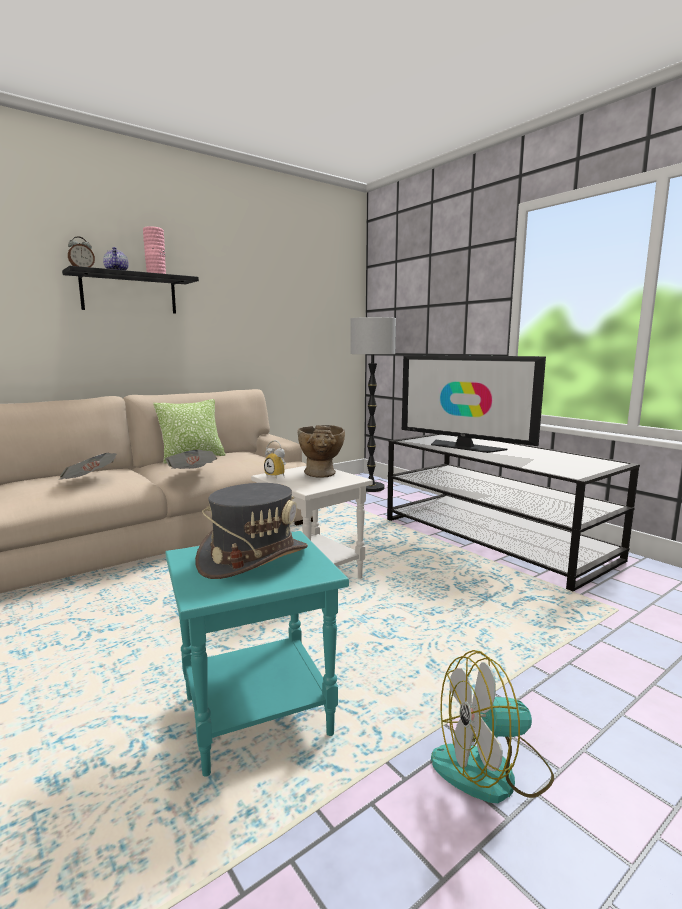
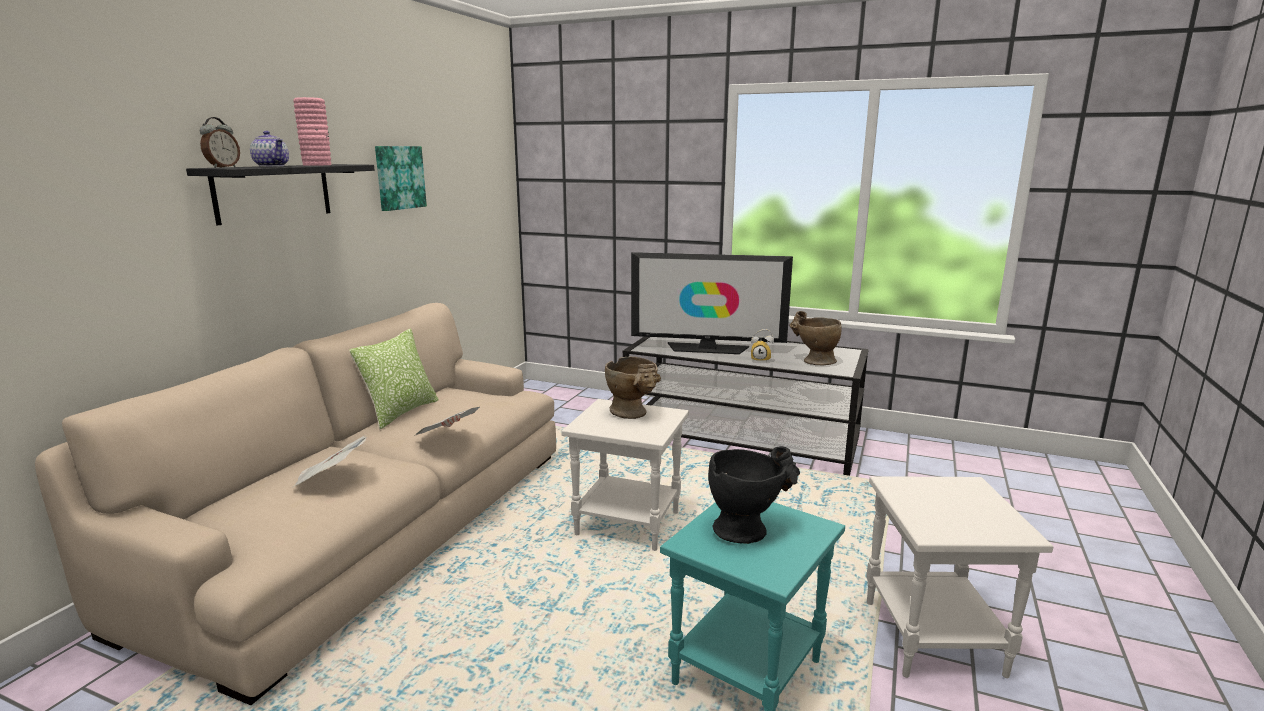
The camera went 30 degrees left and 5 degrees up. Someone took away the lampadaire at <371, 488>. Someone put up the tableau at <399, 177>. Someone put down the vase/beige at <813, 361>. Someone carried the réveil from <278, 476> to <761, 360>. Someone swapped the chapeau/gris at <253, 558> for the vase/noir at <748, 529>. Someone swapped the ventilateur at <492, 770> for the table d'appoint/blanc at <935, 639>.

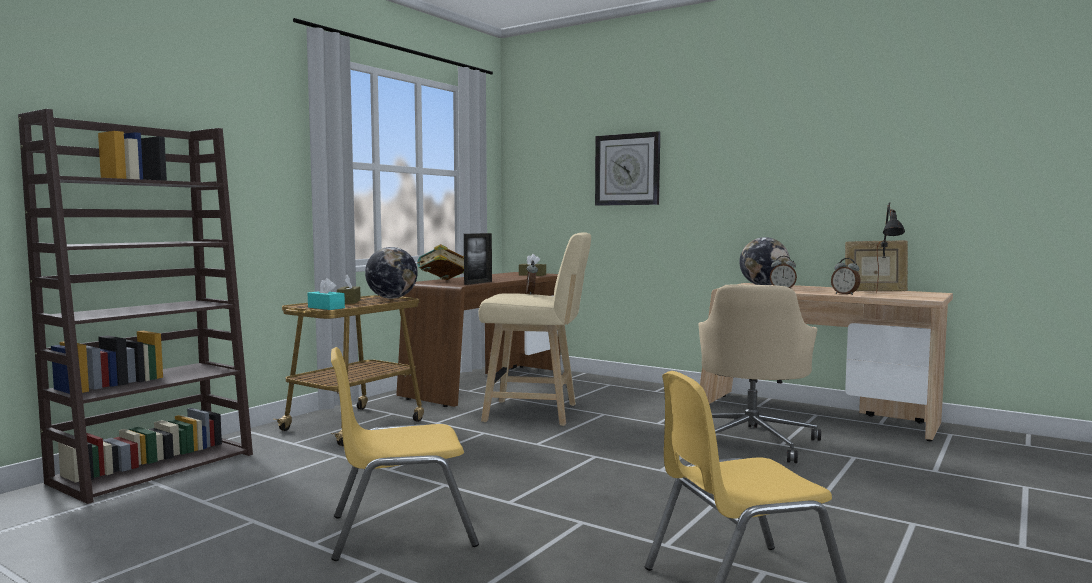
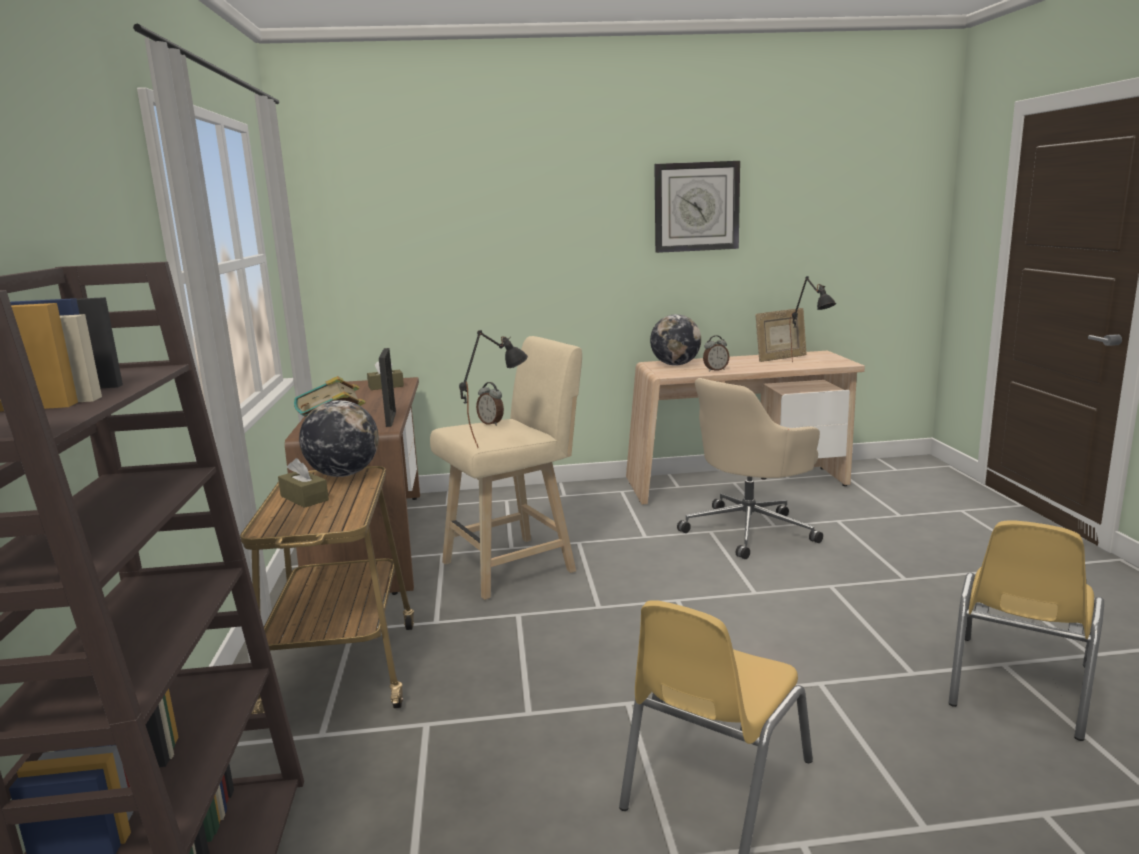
The camera went 40 degrees left and 10 degrees up. Someone took away the boîte à mouchoirs/turquoise at <326, 307>. Someone took away the réveil at <845, 294>. Someone put down the lampe de table/noir at <498, 441>. Someone carried the horloge murale from <627, 169> to <696, 207>. Someone rotated the chaise de bureau/beige at <752, 441> by 75 degrees clockwise.

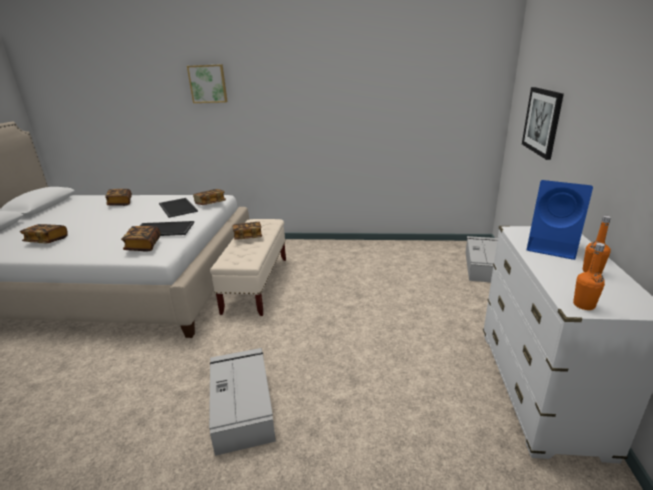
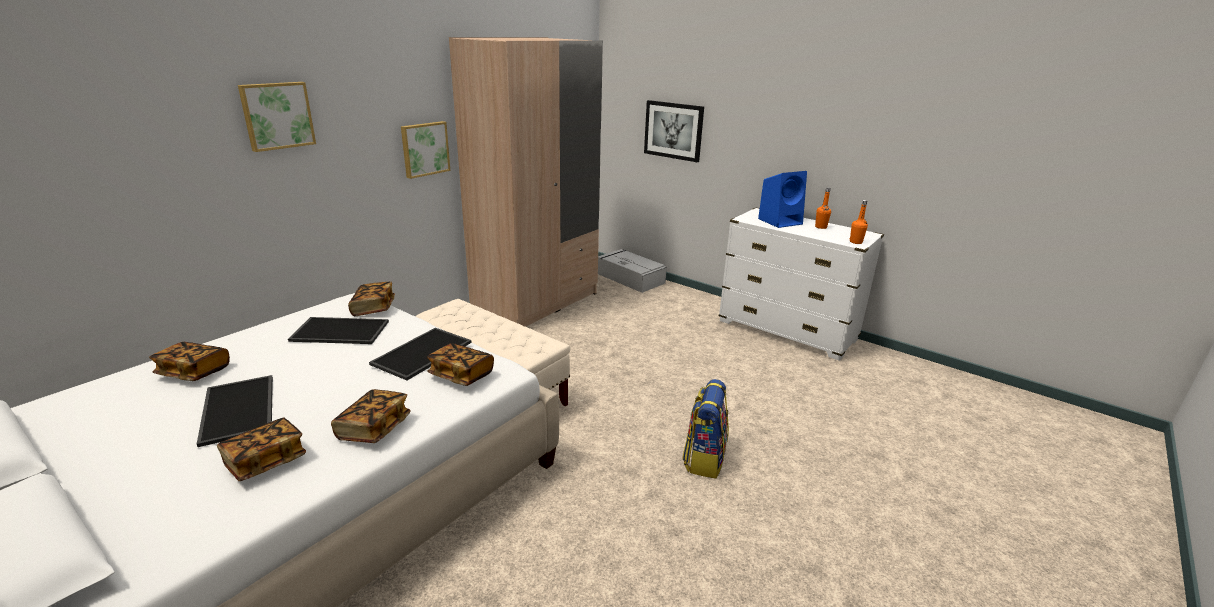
The camera went 60 degrees left and 0 degrees up. Someone put down the plateau at <240, 409>. Someone put up the tableau at <424, 149>. Someone put down the armoire/beige at <536, 303>. Someone carried the livre from <248, 237> to <374, 428>. Someone swapped the boîte de rangement/gris at <242, 406> for the sac à dos at <704, 458>.

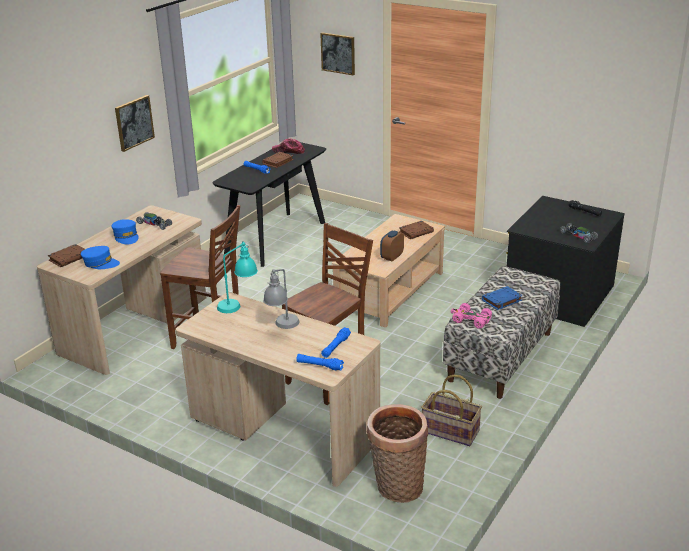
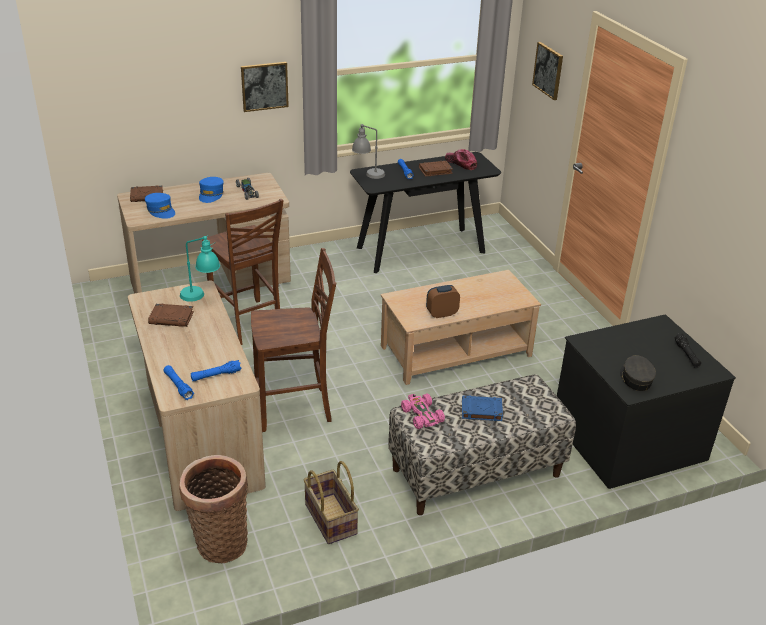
The camera went 35 degrees right and 5 degrees up. Someone carried the lampe de table/gris from <283, 328> to <368, 176>. Someone carried the livre/marron from <416, 232> to <172, 318>. Someone swapped the petite voiture at <578, 236> for the casquette/gris at <635, 378>.

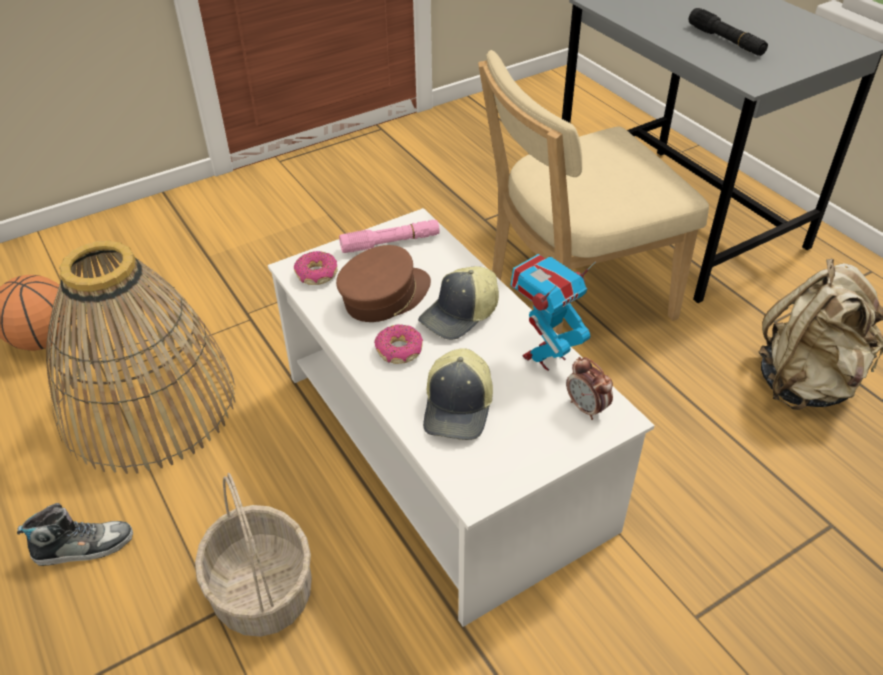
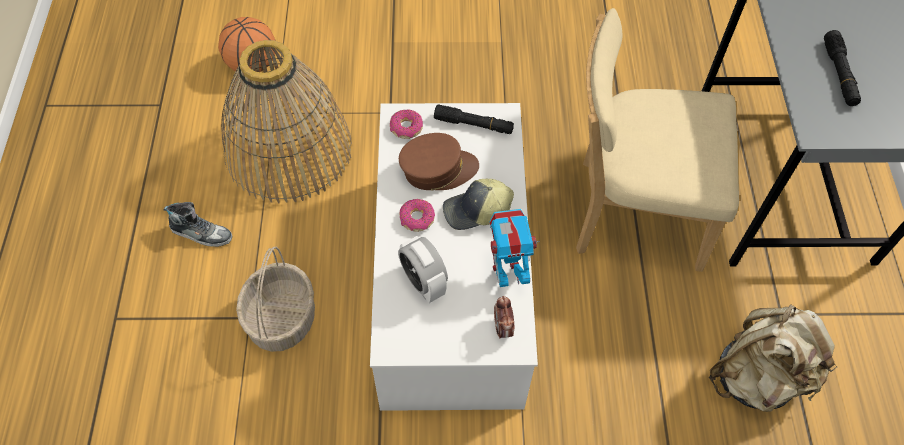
The camera went 30 degrees right and 15 degrees up. Someone swapped the casquette at <459, 407> for the réveil at <423, 282>. Someone repainted the lampe de poche/rose at <390, 243>, which became the lampe de poche/noir at <473, 125>.

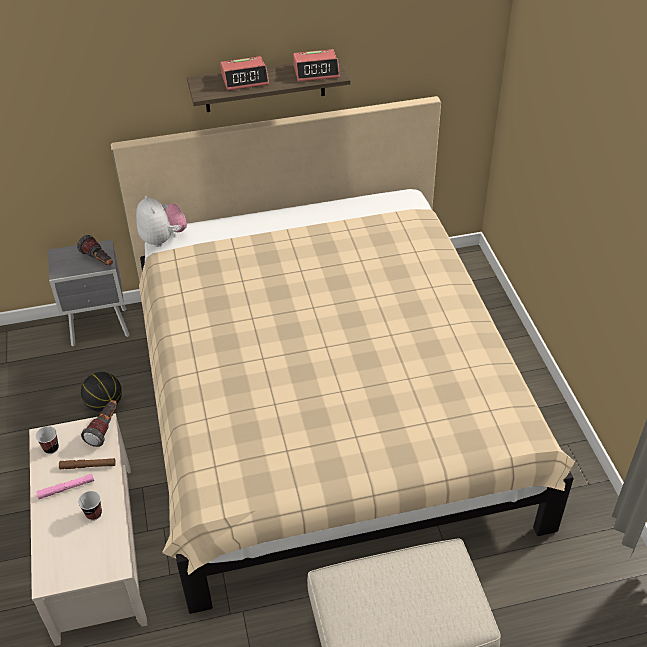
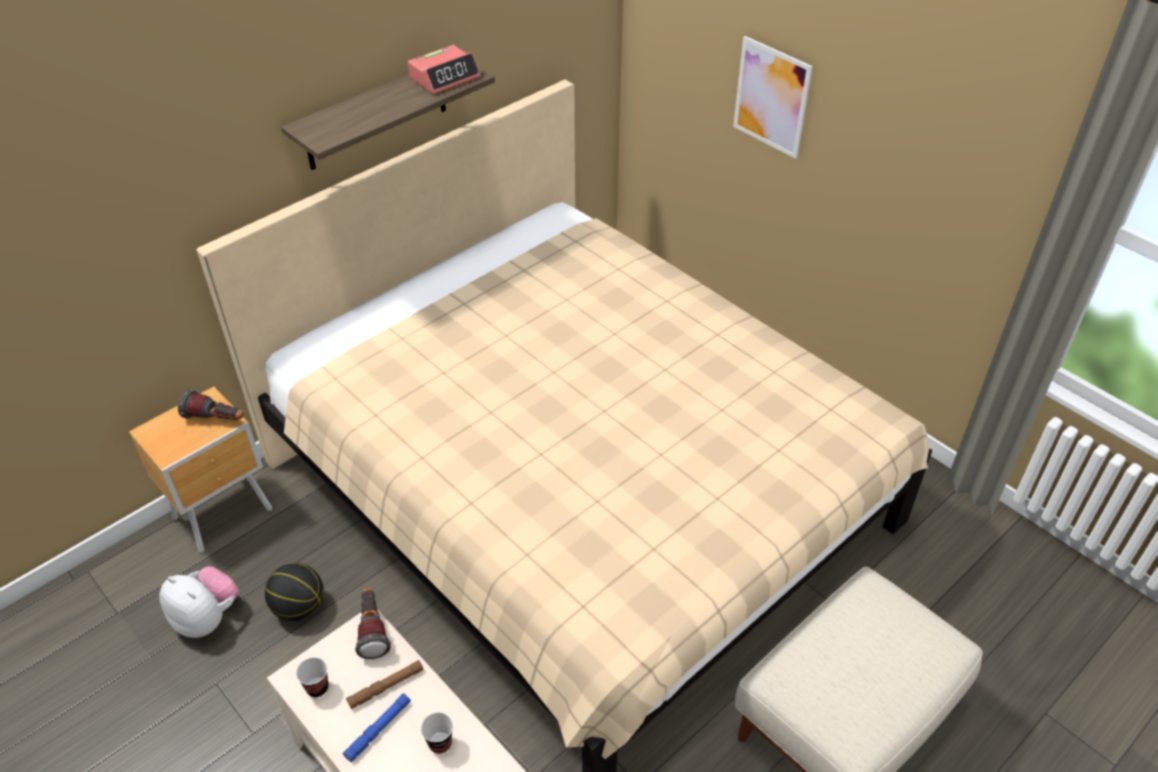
The camera went 30 degrees left and 0 degrees up. Someone took away the réveil at <245, 79>. Someone put up the tableau at <771, 97>. Someone carried the peluche from <163, 239> to <207, 618>. Someone repainted the lampe de poche/rose at <66, 488>, which became the lampe de poche/bleu at <378, 729>. Someone repainted the table de chevet/gris at <101, 328>, which became the table de chevet/marron at <225, 514>.

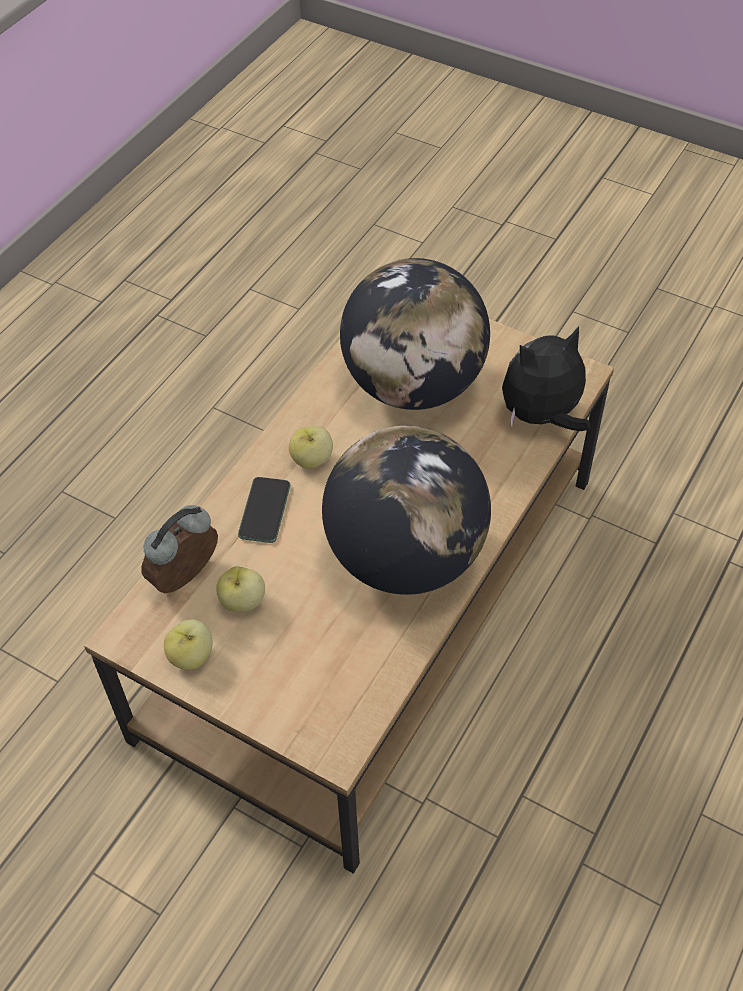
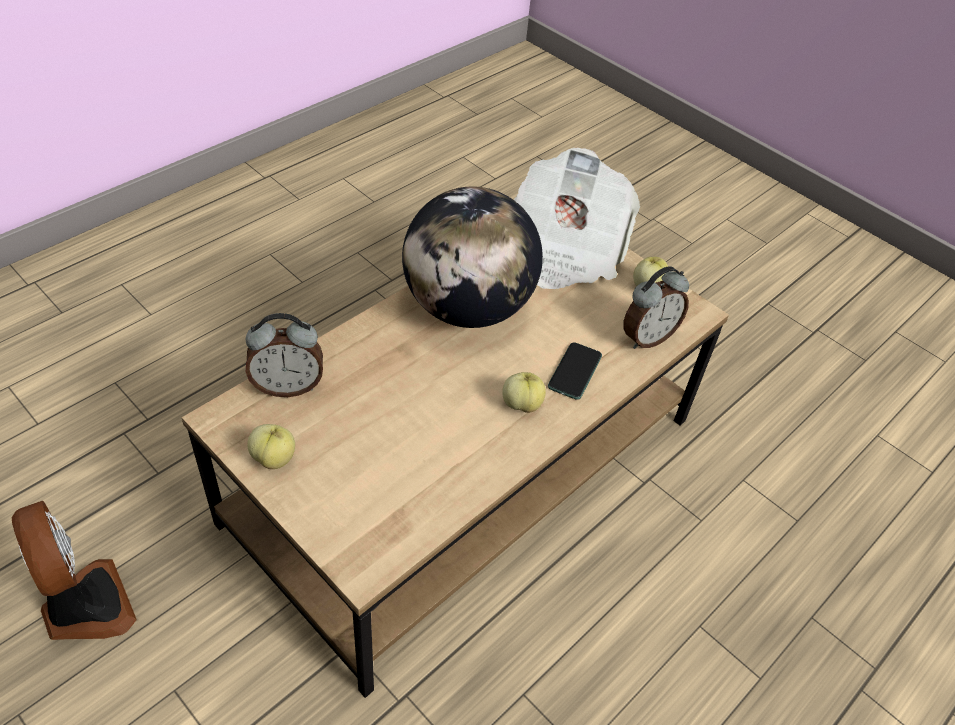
The camera went 170 degrees left and 5 degrees down. Someone took away the globe at <413, 385>. Someone put down the ventilateur at <85, 607>. Someone put down the journal at <567, 249>. Someone carried the pomme from <242, 602> to <274, 458>. Someone swapped the peluche at <542, 417> for the réveil at <288, 386>.

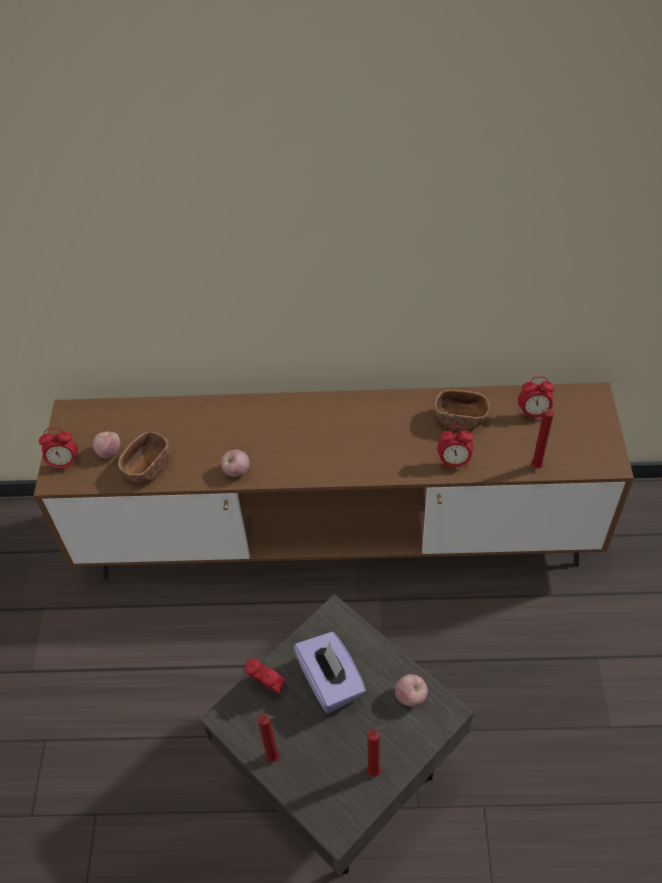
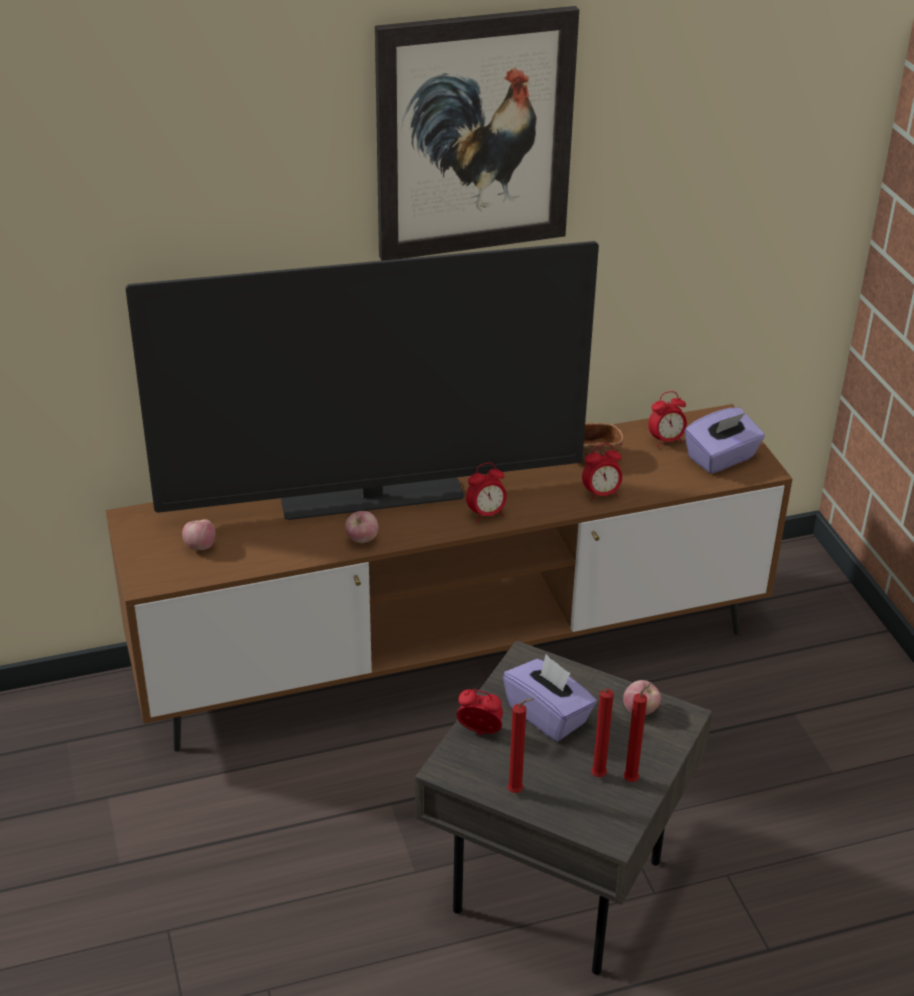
The camera went 20 degrees left and 15 degrees down. Someone took away the bol/marron at <148, 467>. Someone put down the téléviseur at <372, 500>. Someone put up the tableau at <474, 135>. Someone put down the boîte à mouchoirs/violet at <721, 458>. Someone carried the réveil from <64, 463> to <486, 514>. Someone carried the bougie/rouge from <534, 467> to <596, 777>.

